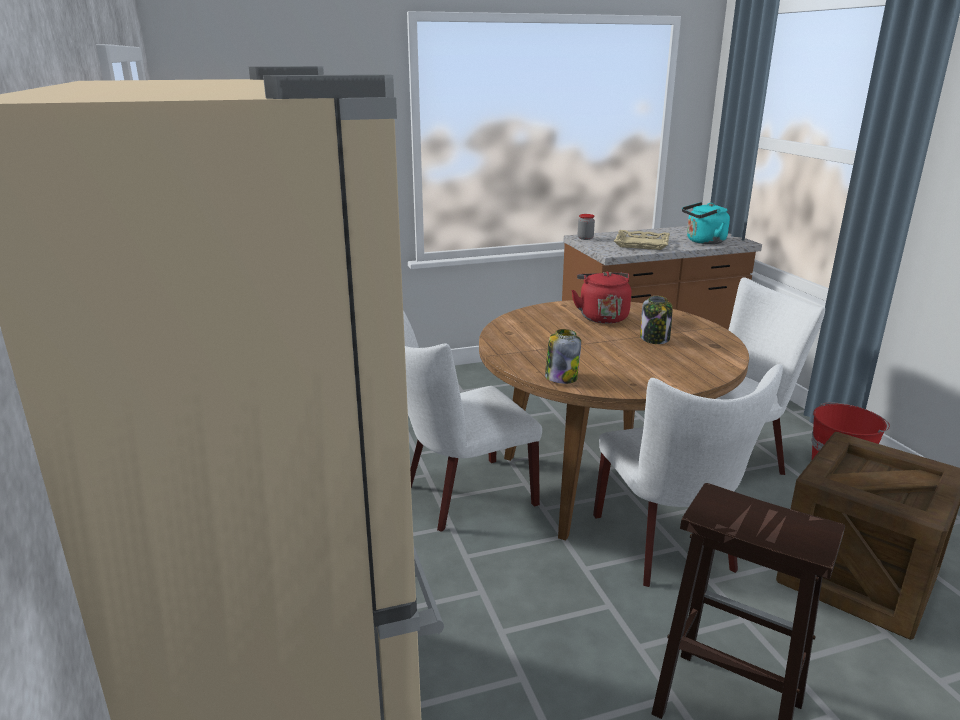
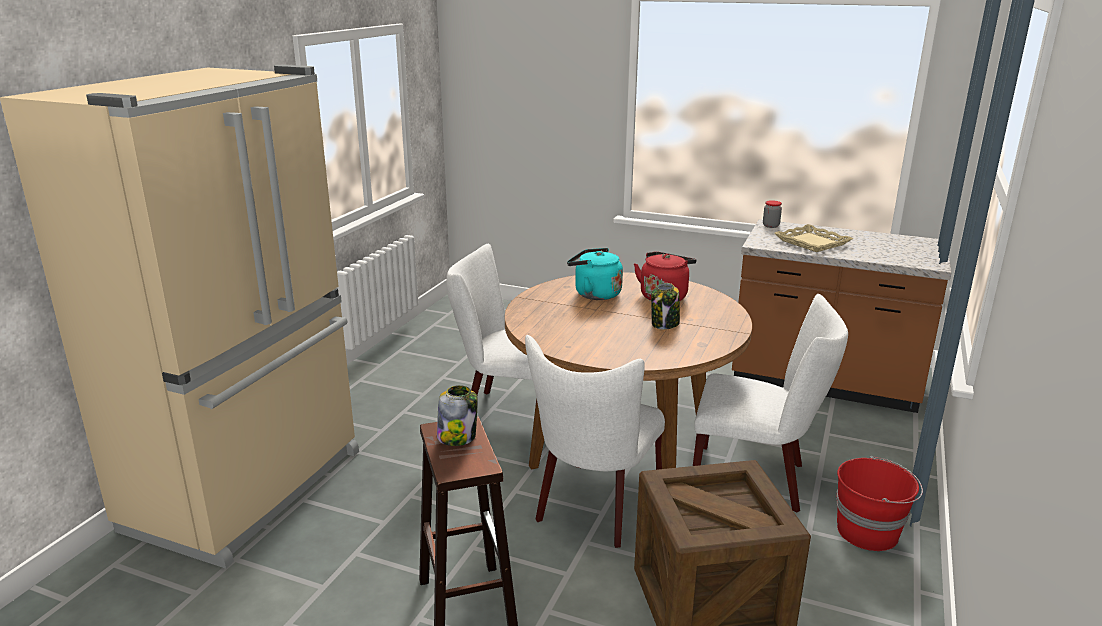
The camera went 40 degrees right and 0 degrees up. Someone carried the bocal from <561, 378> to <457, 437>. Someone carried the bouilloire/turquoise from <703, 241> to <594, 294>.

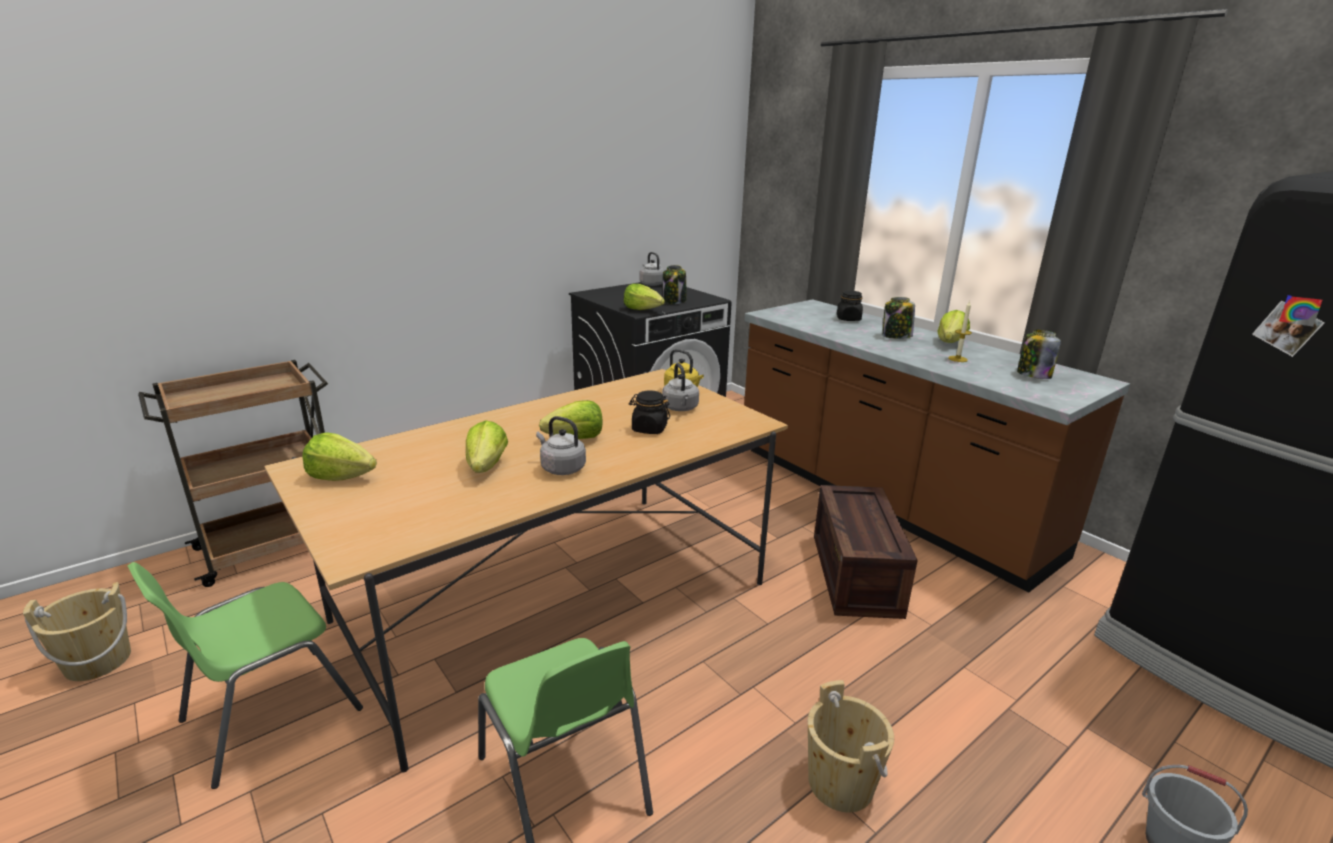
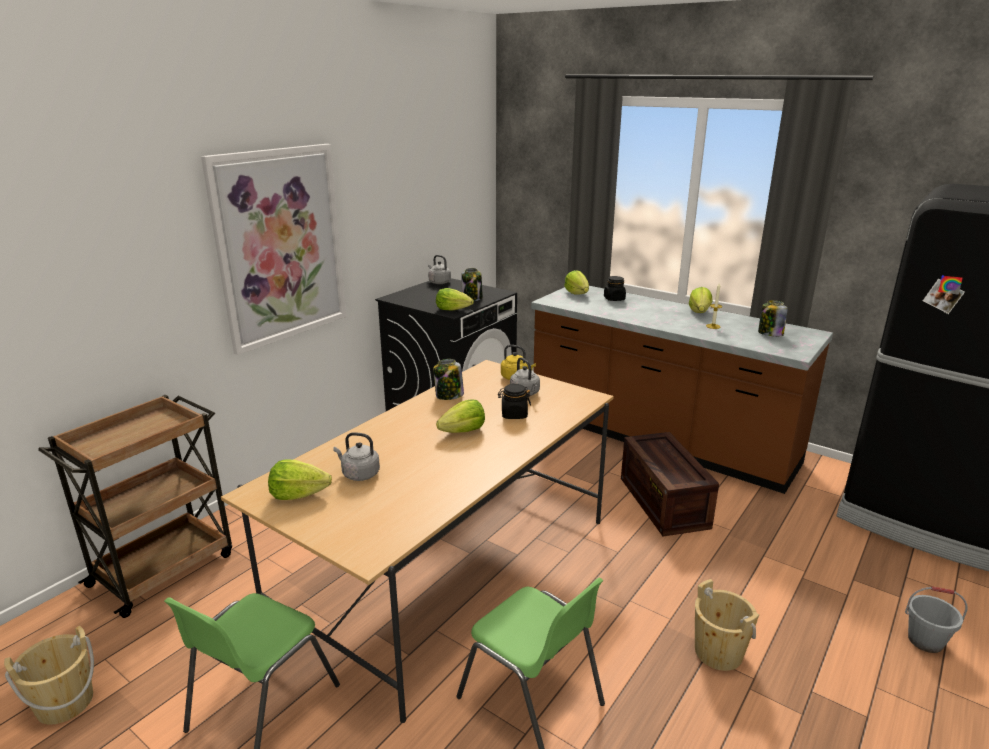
The camera went 15 degrees left and 0 degrees up. Someone put up the tableau at <280, 246>. Someone carried the laitue from <486, 467> to <577, 293>. Someone carried the bouilloire/gris from <561, 468> to <359, 474>. Someone carried the bocal from <896, 336> to <449, 396>.

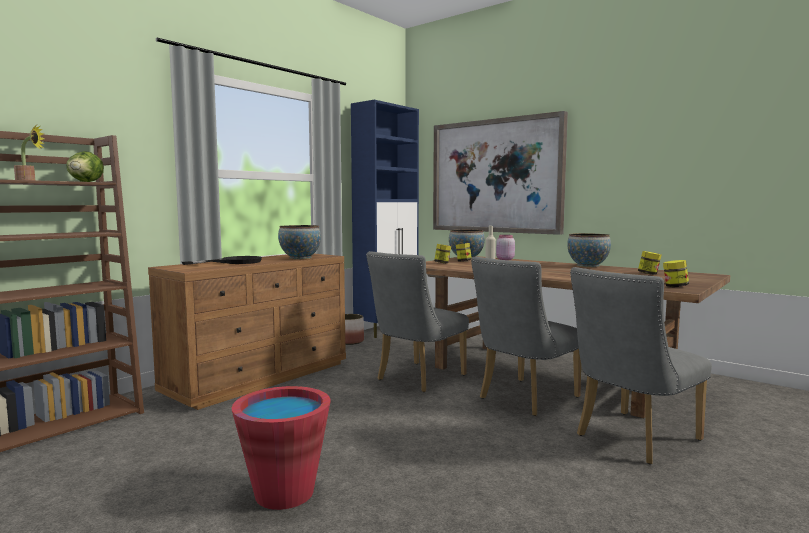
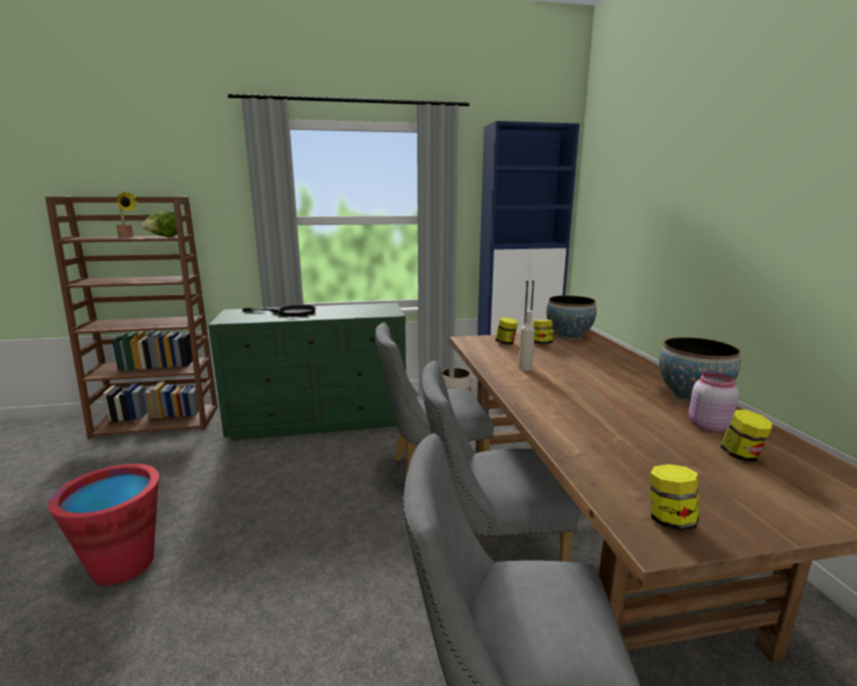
The camera went 40 degrees right and 10 degrees up. Someone took away the bol at <300, 258>. Someone took away the tableau at <496, 176>. Someone carried the bocal/rose from <504, 259> to <707, 426>. Someone repainted the commode/marron at <260, 377>, which became the commode/vert at <321, 420>.

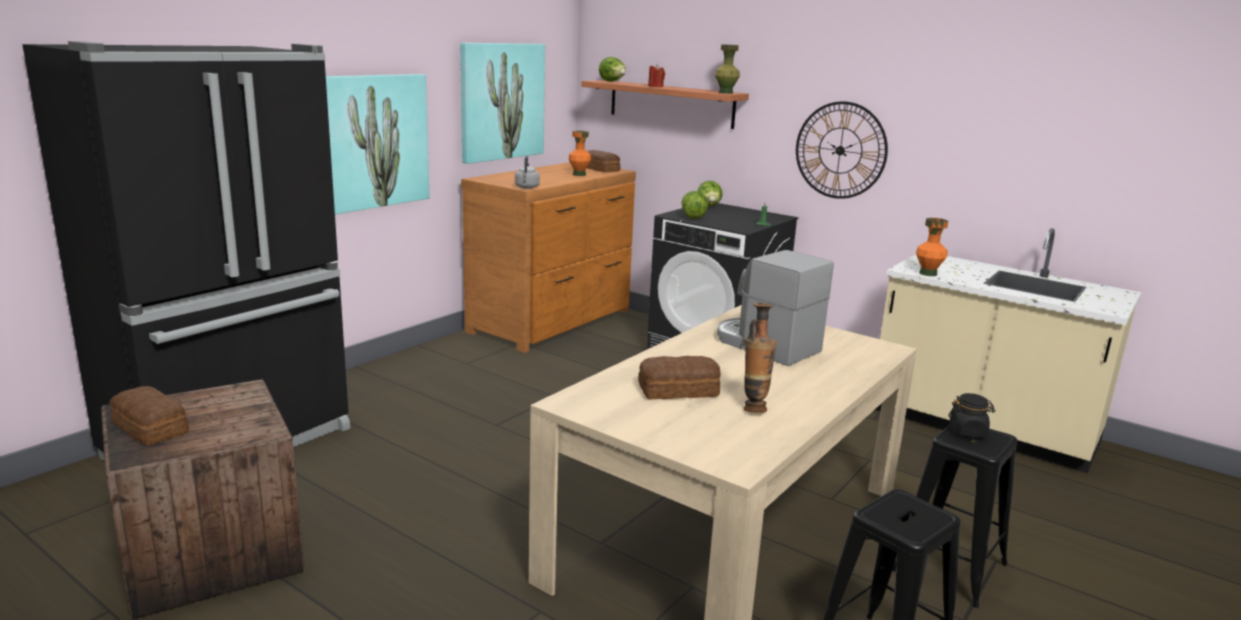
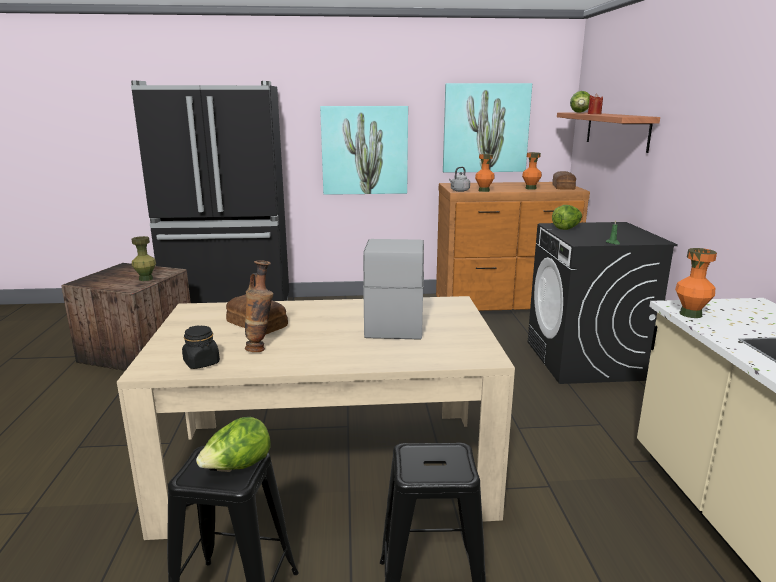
The camera went 50 degrees right and 0 degrees up. Someone took away the pain at <149, 428>. Someone took away the horloge murale at <840, 150>. Someone put down the vase/orange at <484, 191>. Someone carried the laitue from <709, 207> to <238, 467>. Someone carried the vase/vert from <725, 93> to <145, 279>. Someone carried the bocal/noir from <967, 432> to <202, 363>.

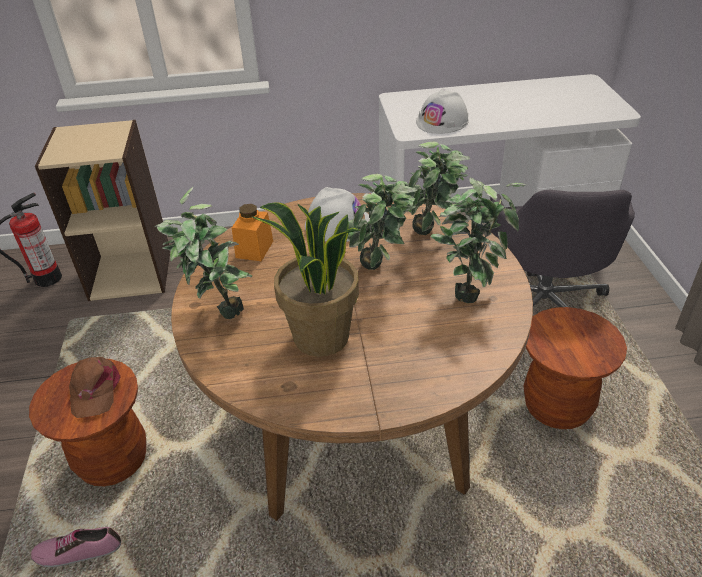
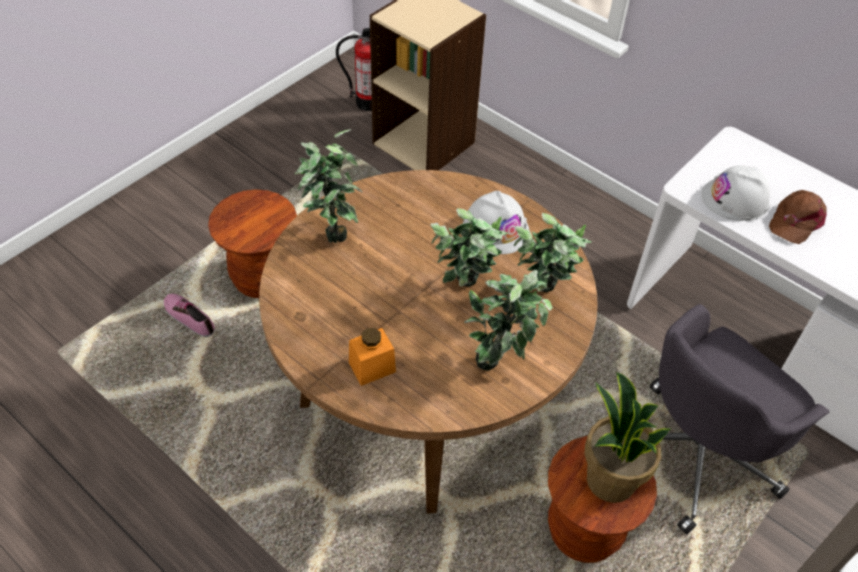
The camera went 45 degrees right and 10 degrees up. Someone carried the casquette/marron from <95, 390> to <795, 221>. Someone carried the bocal/orange from <254, 249> to <372, 367>. Someone carried the plante en pot from <320, 338> to <609, 480>.

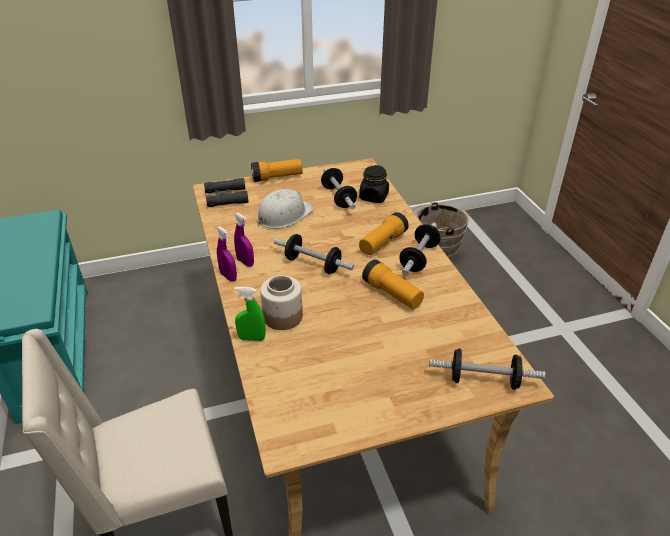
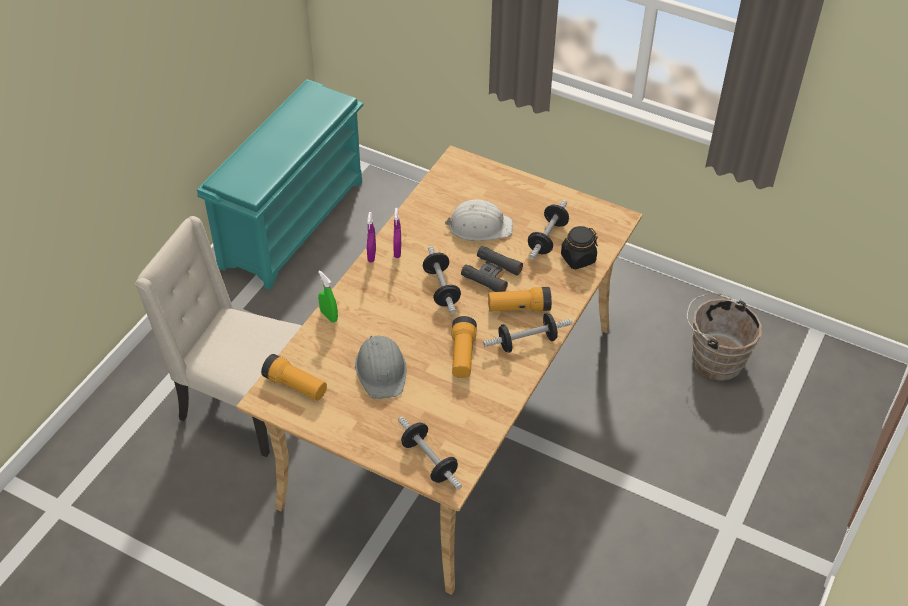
The camera went 45 degrees right and 10 degrees up. Someone took away the bocal at <283, 316>. Someone put down the casque de chantier/gris at <381, 370>. Someone carried the jumelles/noir from <226, 197> to <491, 274>. Someone carried the lampe de poche from <277, 177> to <295, 385>.

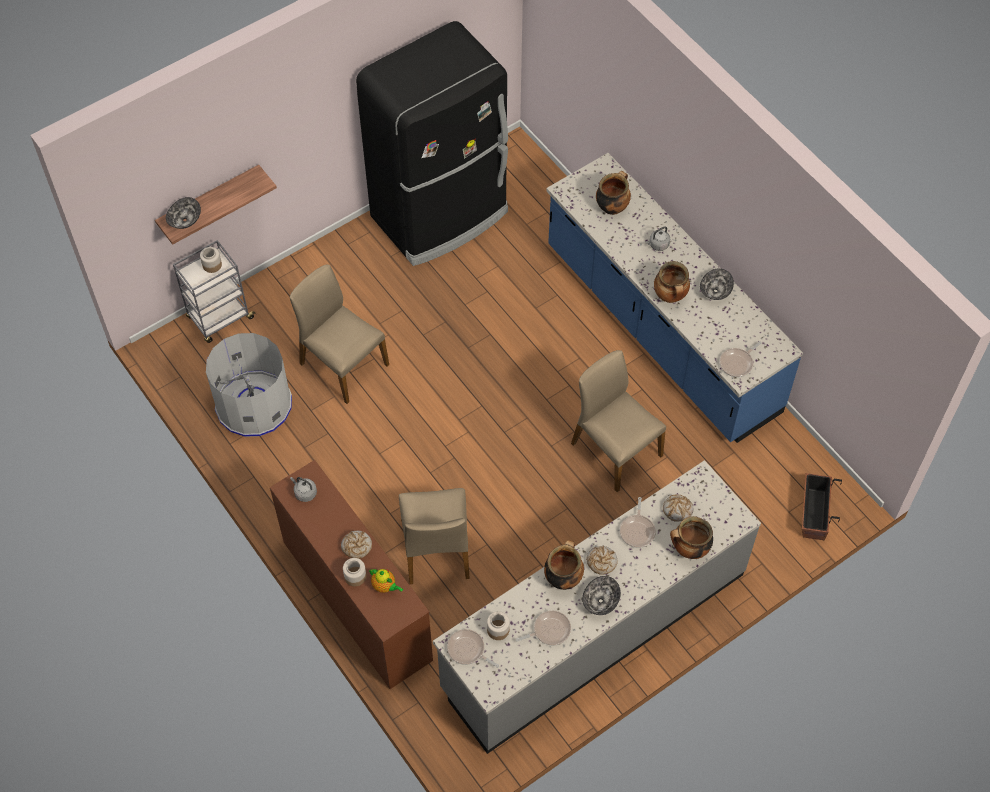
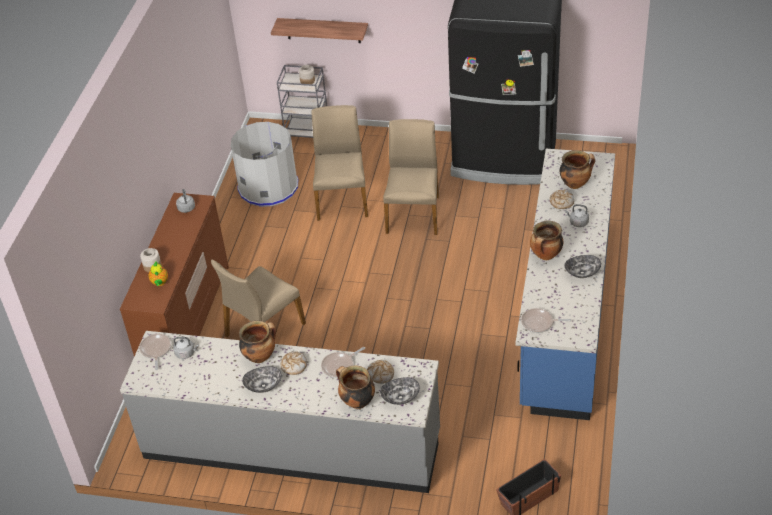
The camera went 50 degrees right and 15 degrees down. Someone took away the poêle at <549, 630>. Someone carried the bol from <184, 220> to <400, 397>. Someone carried the pain from <356, 546> to <561, 202>. Someone carried the chaise/beige from <615, 449> to <414, 214>. Someone swapped the bocal at <498, 629> for the bouilloire/gris at <186, 353>.

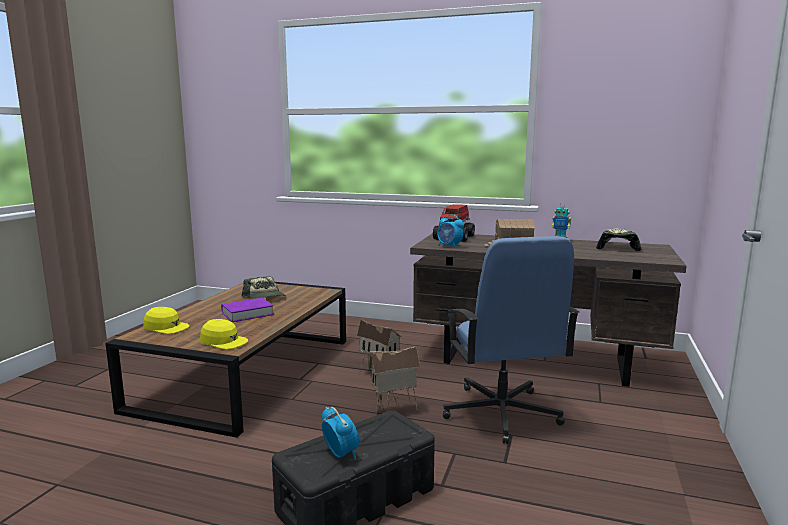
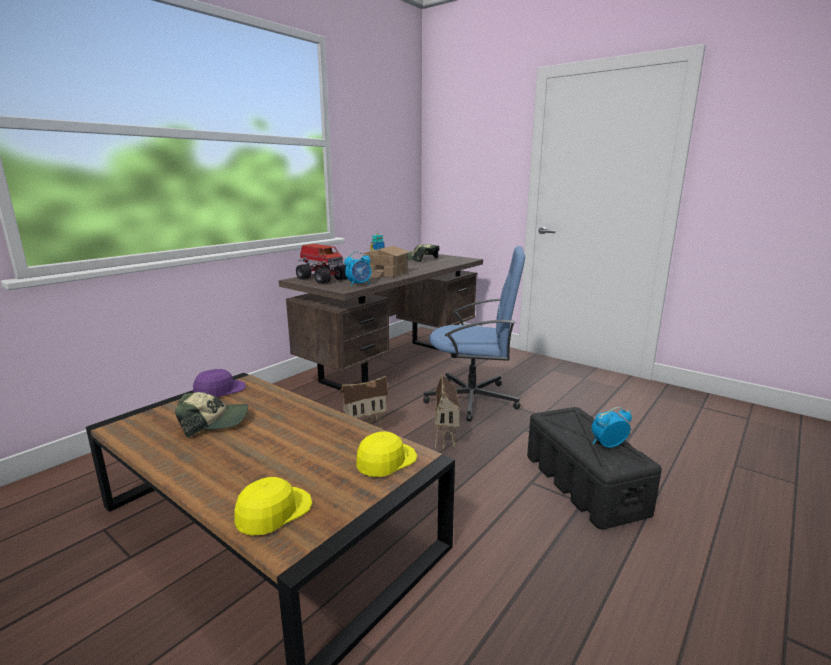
The camera went 70 degrees left and 5 degrees up. Someone took away the livre/violet at <247, 314>. Someone put down the casquette/violet at <219, 391>.

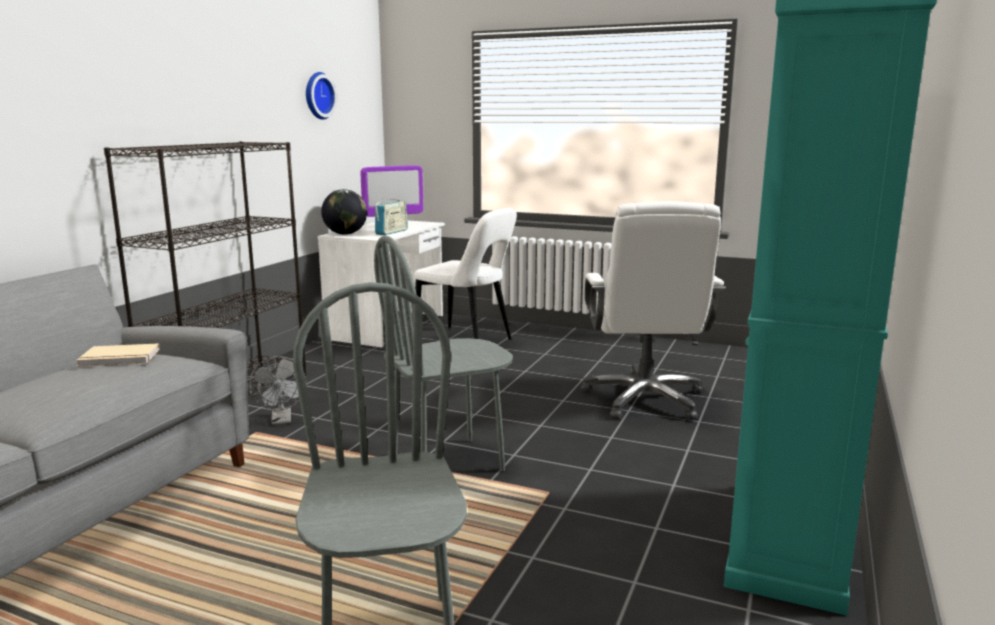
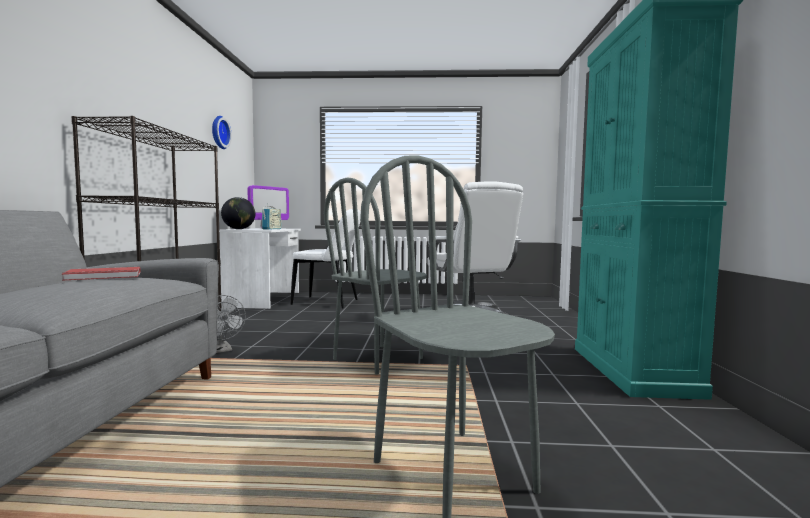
The camera went 20 degrees left and 10 degrees down. Someone repainted the livre/beige at <119, 358>, which became the livre/rouge at <104, 276>.

